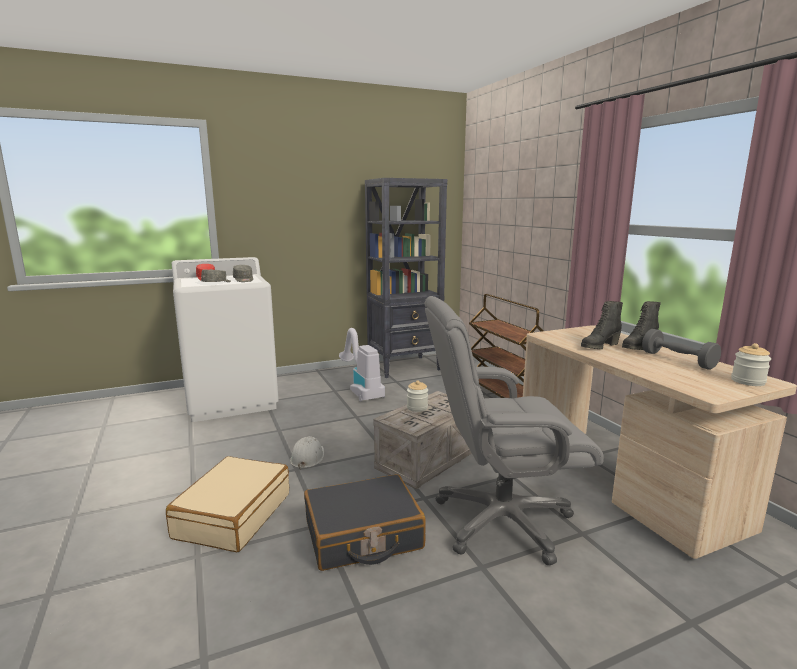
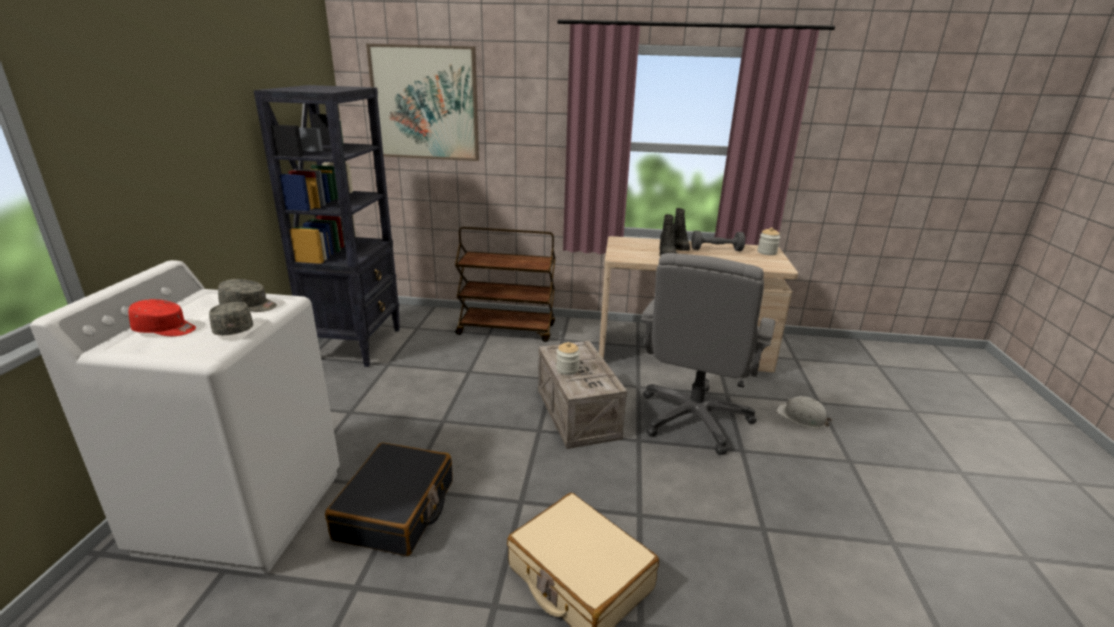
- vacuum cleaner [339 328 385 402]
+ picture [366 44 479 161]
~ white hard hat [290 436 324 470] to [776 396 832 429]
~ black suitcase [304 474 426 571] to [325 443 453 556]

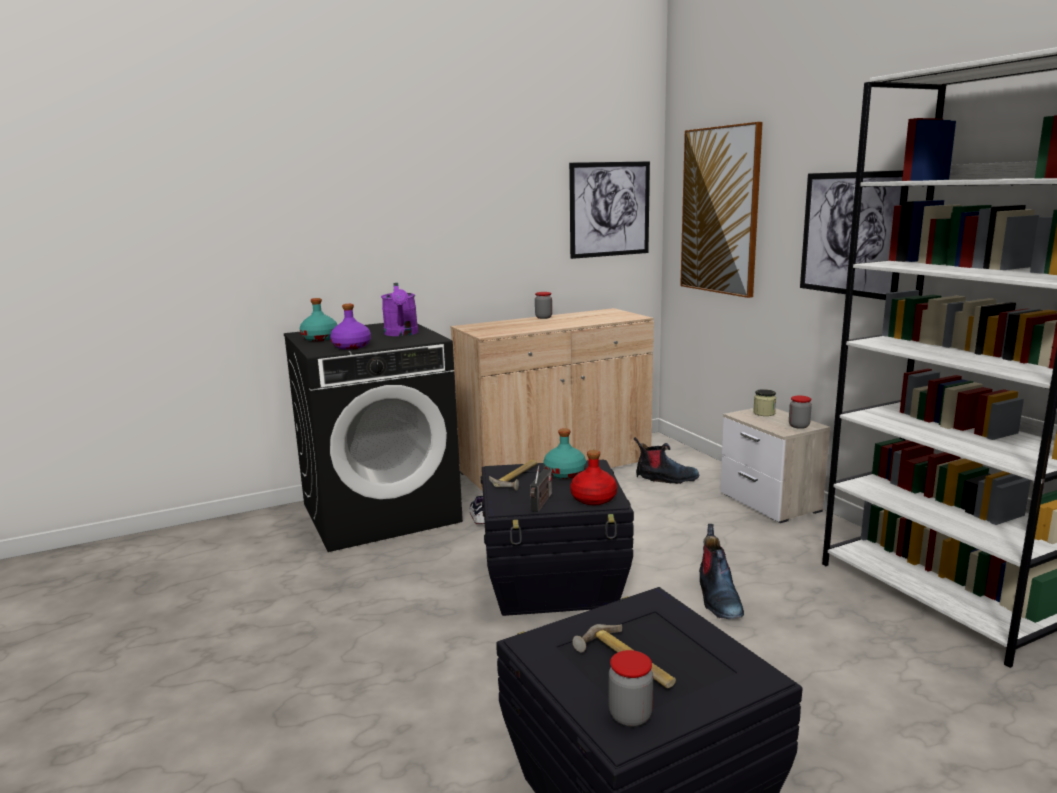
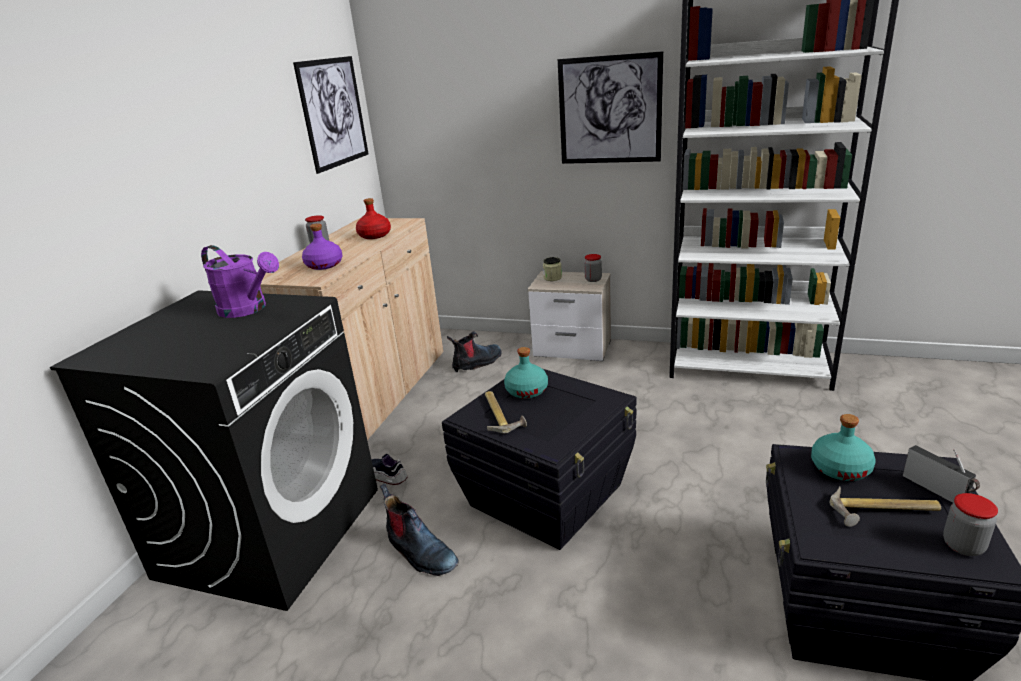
- picture [680 122 763 298]
~ turquoise bottle [300 298 337 341] to [811 414 876 481]
~ purple bottle [330 304 371 349] to [302 223 343 270]
~ radio [530 465 552 512] to [903 445 980 503]
~ red bottle [570 450 617 505] to [356 198 391 239]
~ boot [699 524 744 619] to [380 484 459 576]

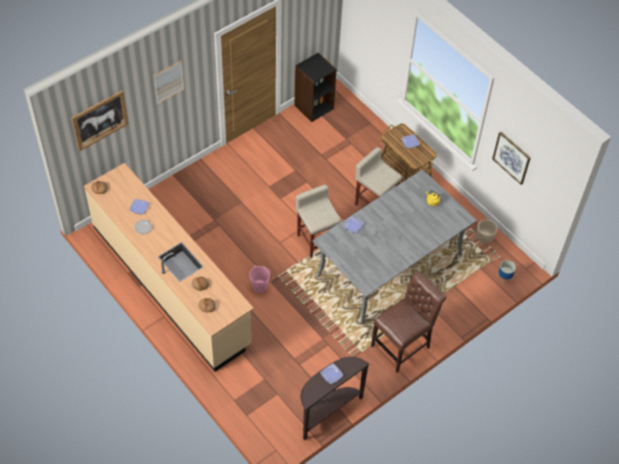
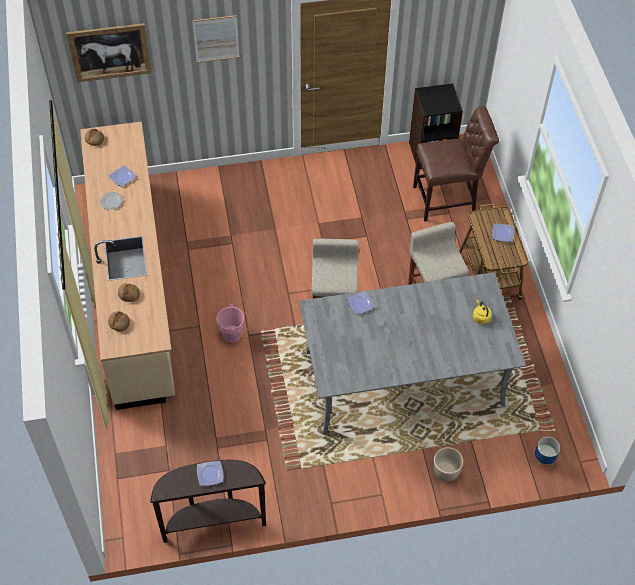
- picture [492 131 531 185]
~ brown chair [371 271 446 373] to [413 106 499 222]
~ beige planter [476 220 497 243] to [433 447 463 482]

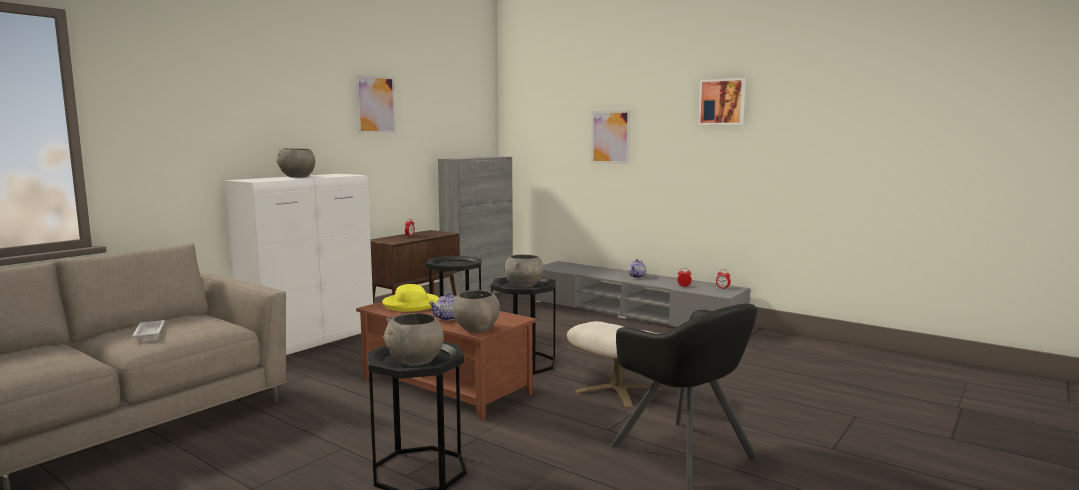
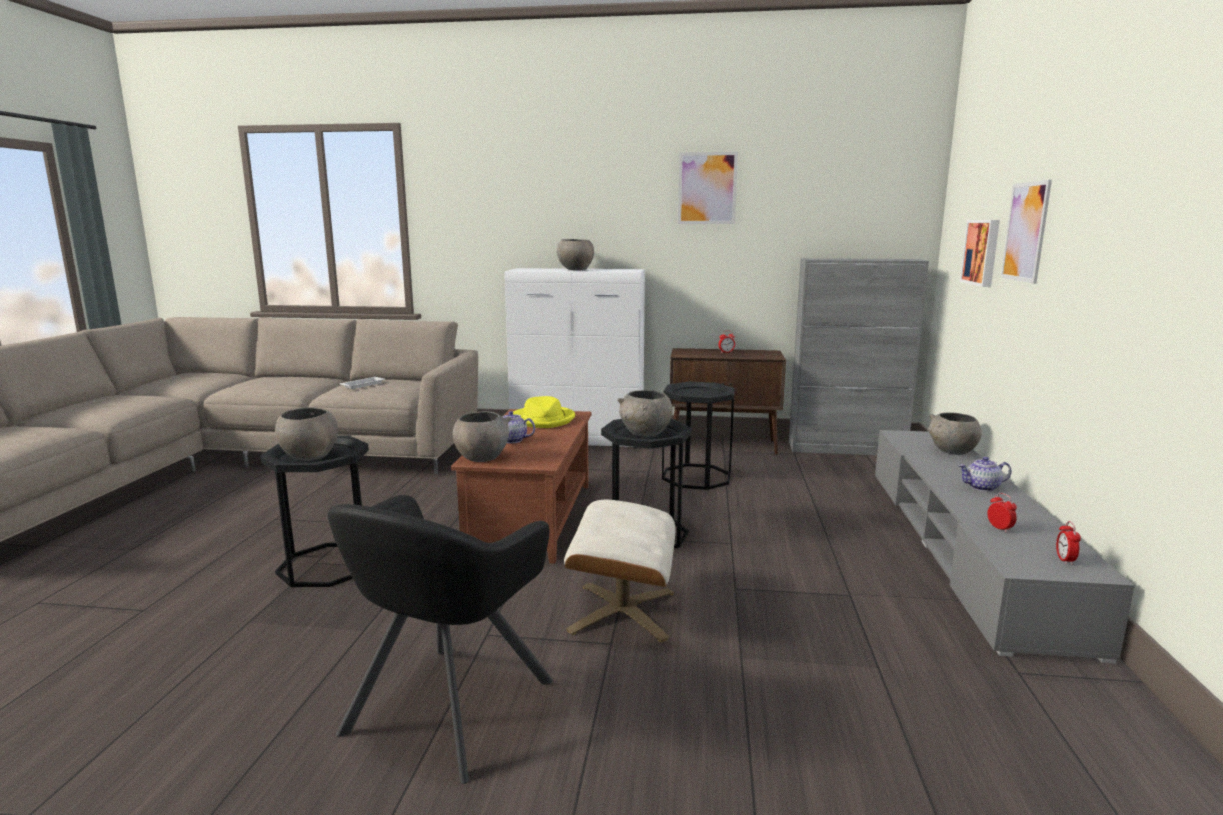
+ grey bowl [927 412 982 455]
~ picture [698 78 746 125] to [960 220 1000 287]

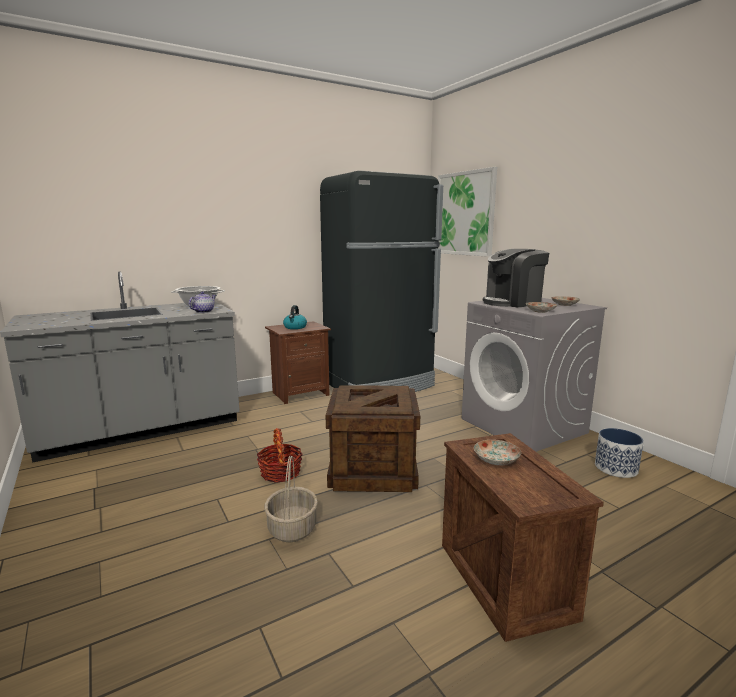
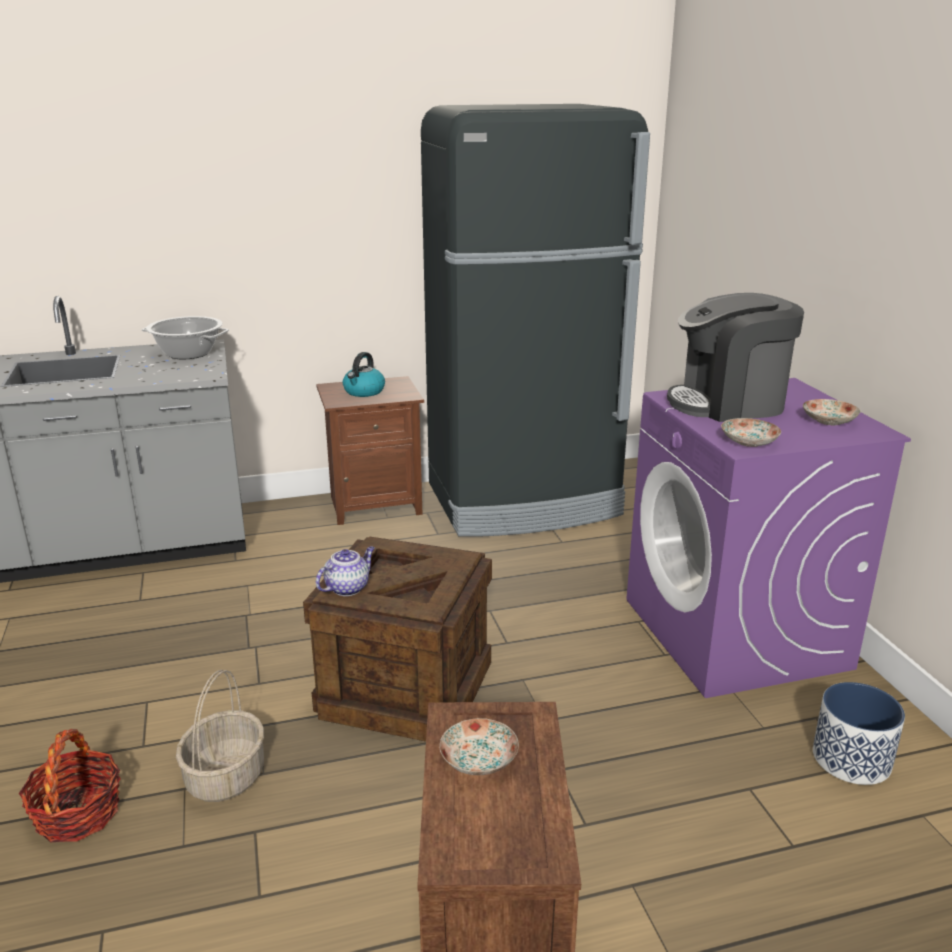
- picture [438 167 497 257]
~ teapot [189 291 215 313] to [316 546 374 596]
~ basket [257 428 303 483] to [19 729 121 842]
~ grey washing machine [462 298 607 452] to purple washing machine [626 378 911 698]

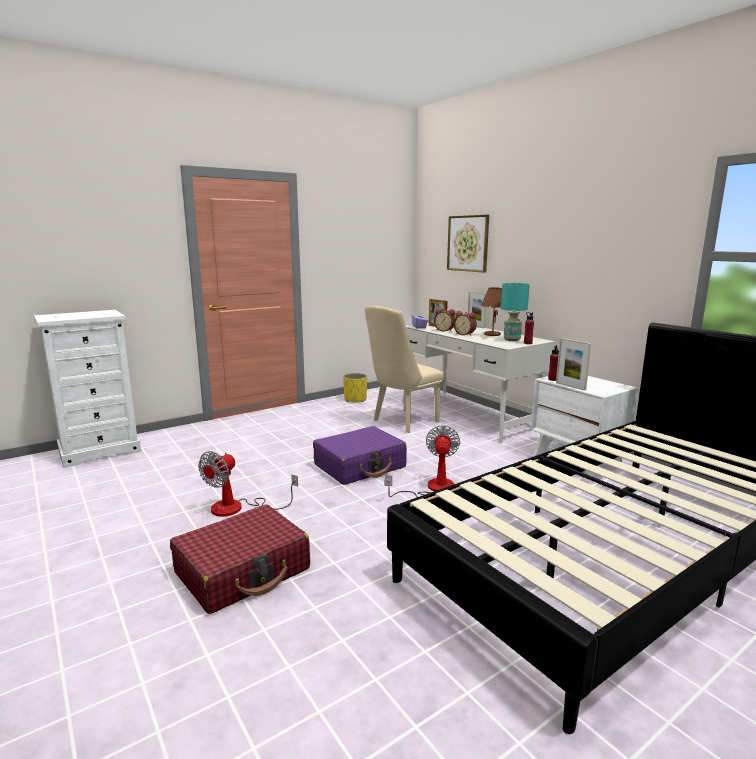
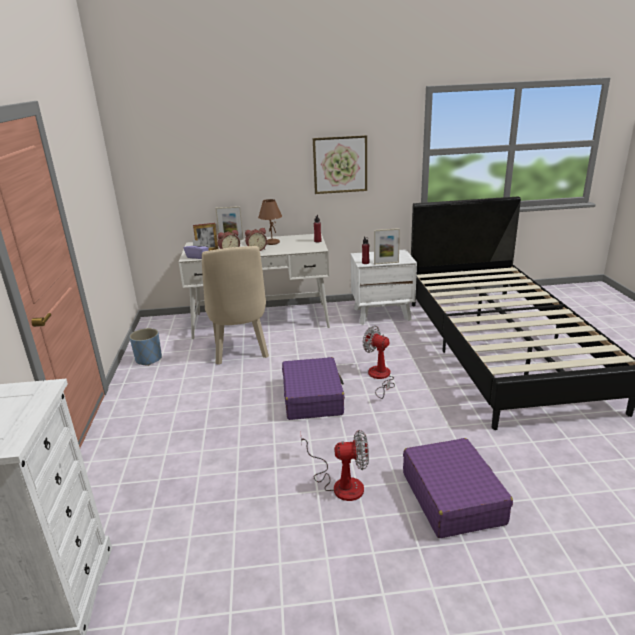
- turquoise table lamp [501 283 530 341]
~ picture [447 215 489 273] to [313 135 367 194]
~ red suitcase [170 505 310 614] to purple suitcase [403 438 513 538]
~ yellow planter [343 373 367 402] to blue planter [129 328 162 366]
~ fan [198 451 298 517] = [301 430 369 501] 60 degrees counterclockwise

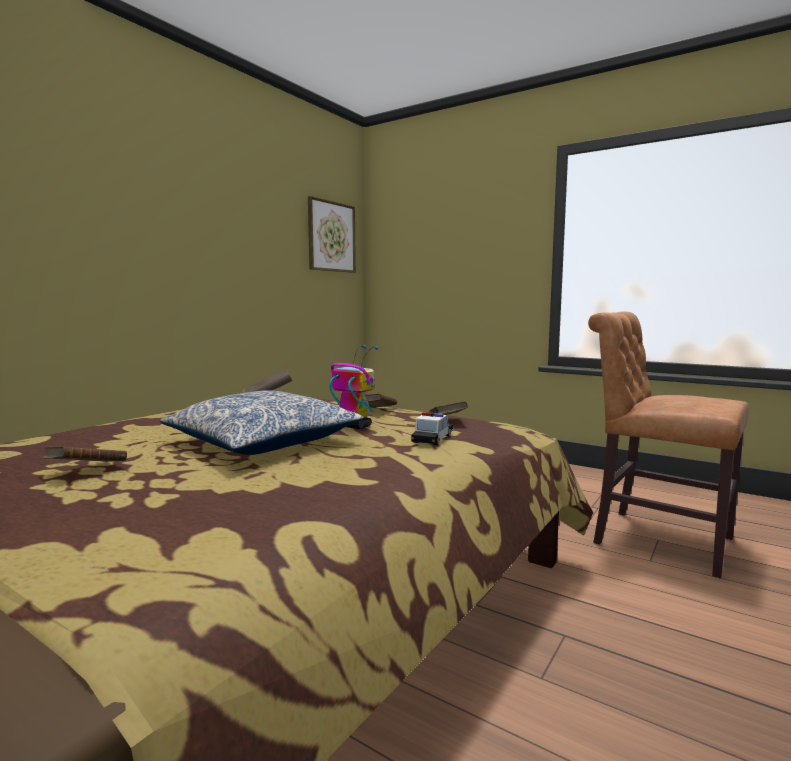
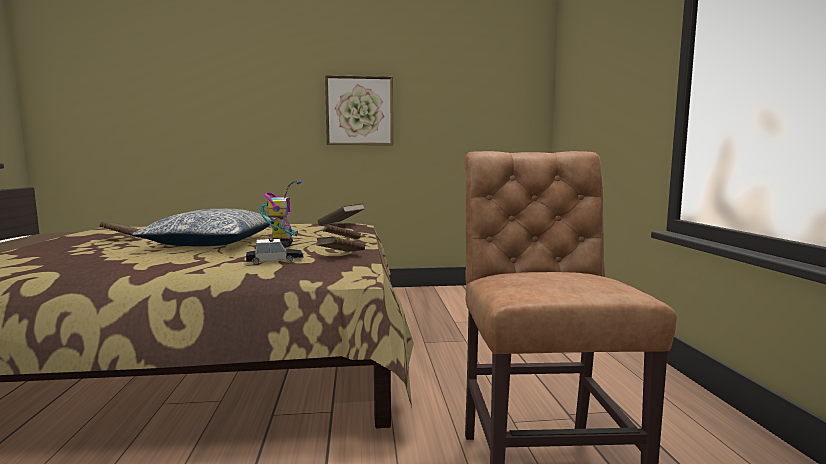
~ picture [308 196 356 273] to [325 75 393 145]

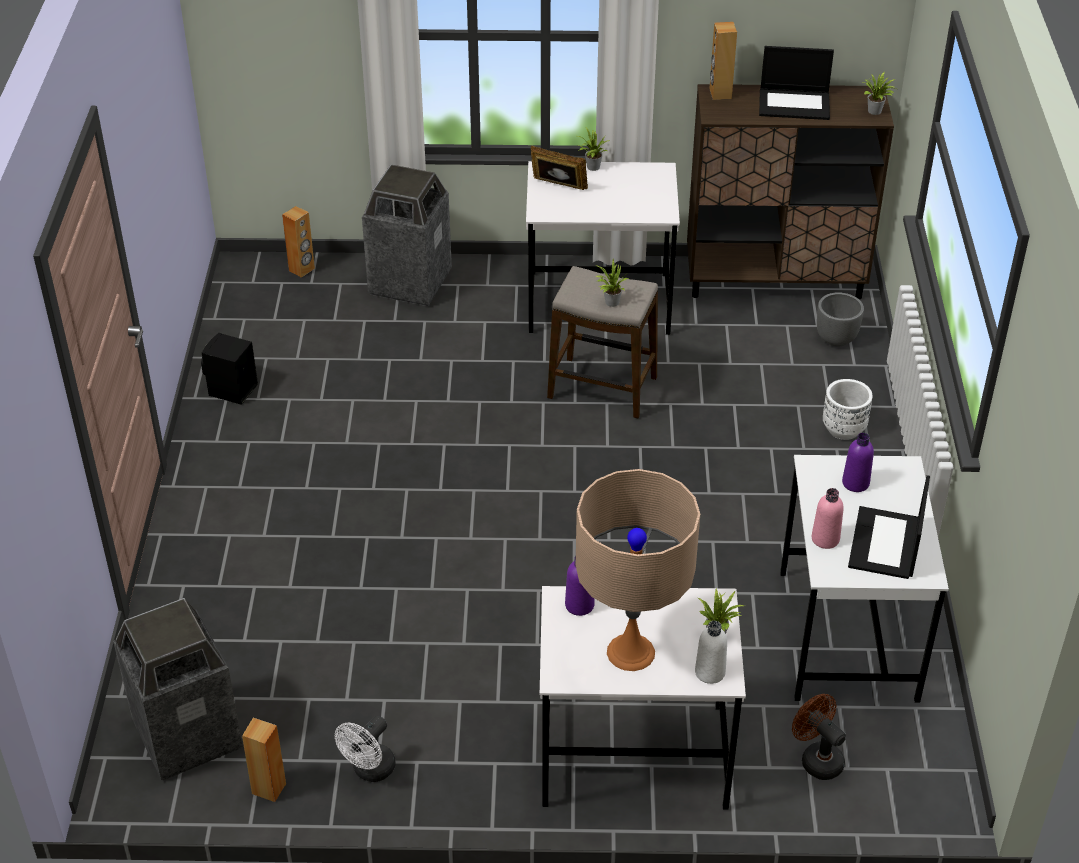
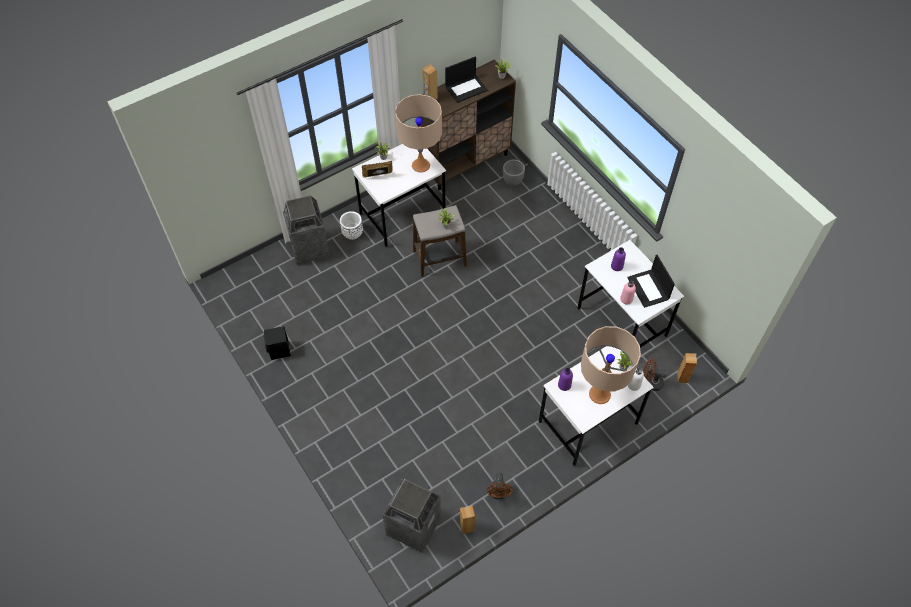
+ beige table lamp [395 94 442 173]
~ brown speaker [282 206 315 278] to [677 353 697 383]
~ white planter [823 379 873 440] to [340 211 363 240]
~ white fan [335 716 396 782] to brown fan [487 472 513 499]

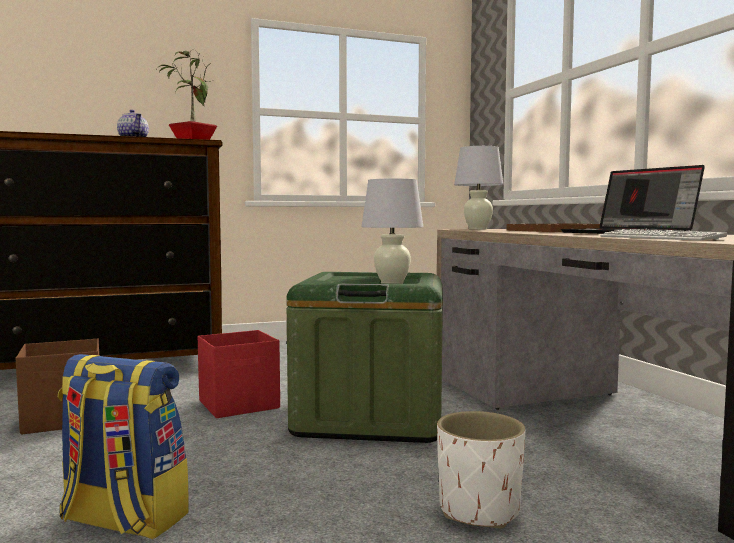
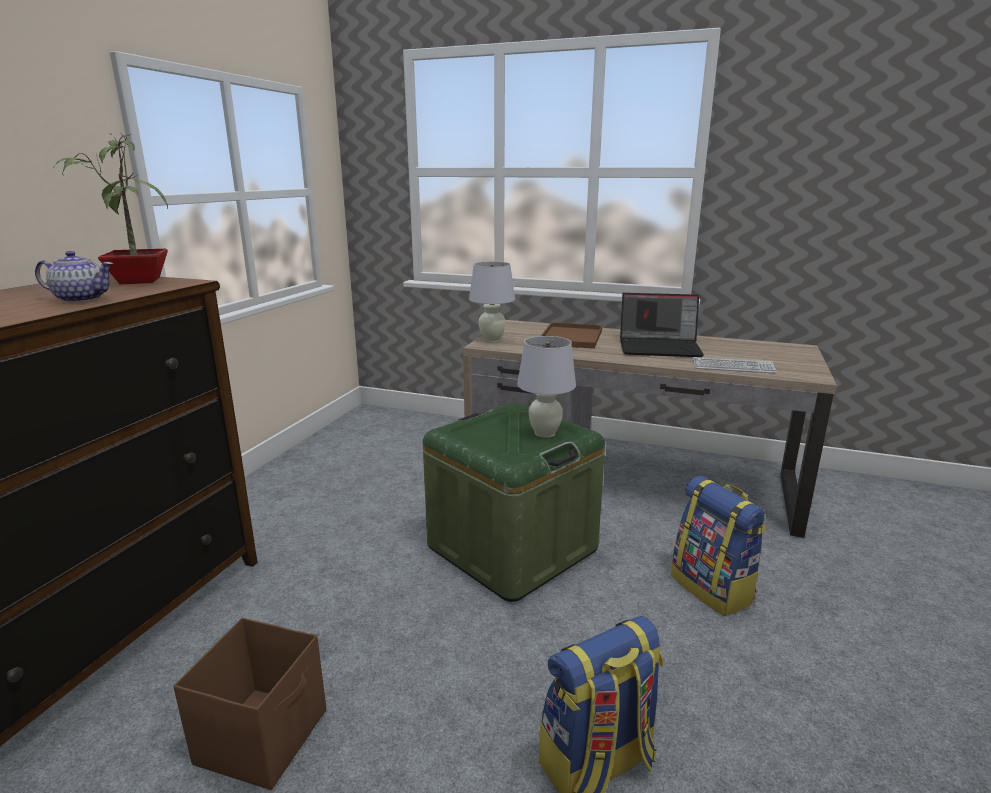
- red storage box [198 330 280 418]
~ white planter [437 411 525 528] to backpack [671 476 766 616]

